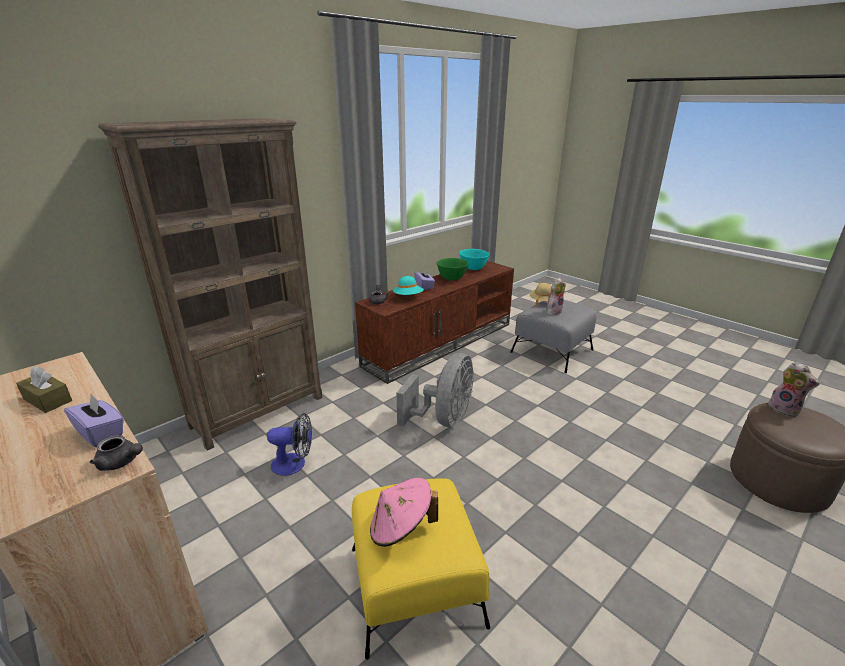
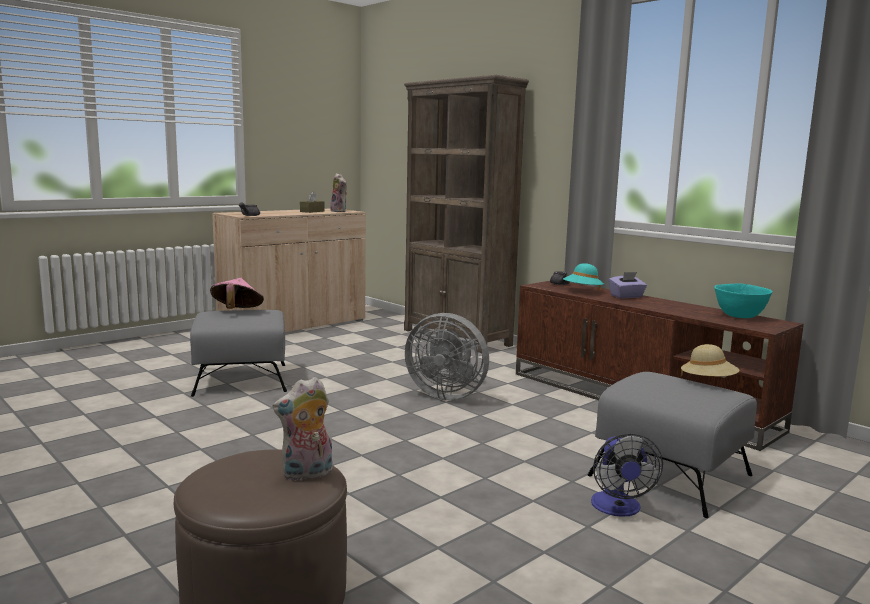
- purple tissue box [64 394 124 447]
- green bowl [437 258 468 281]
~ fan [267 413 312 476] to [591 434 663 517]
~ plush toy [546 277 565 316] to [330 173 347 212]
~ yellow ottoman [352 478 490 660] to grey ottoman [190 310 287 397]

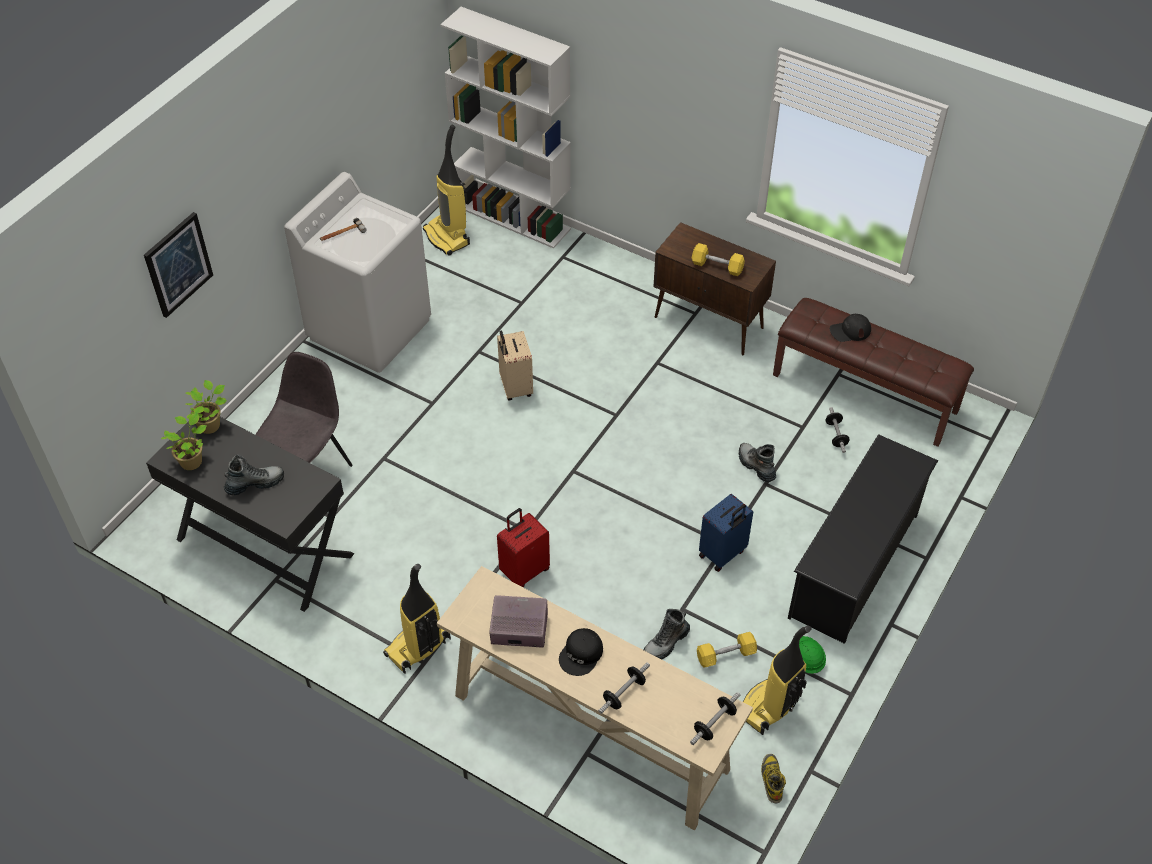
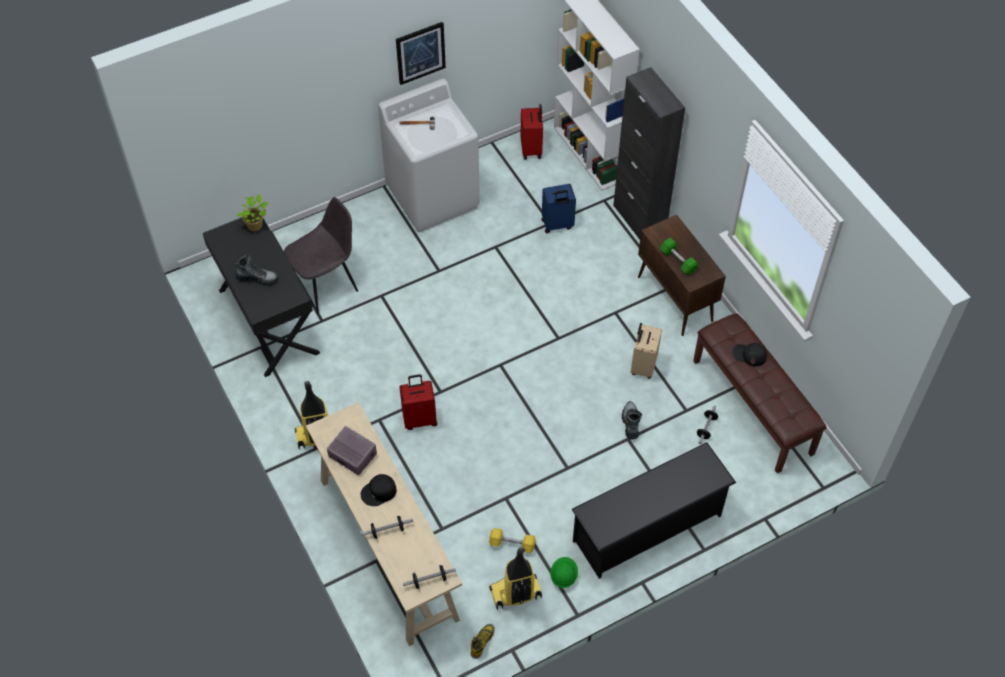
- potted plant [161 413 207 470]
- boot [643 609 690 660]
+ black cabinet [613 67 685 239]
~ picture [144 212 213 318] to [396 22 446 85]
~ beige suitcase [497 331 533 400] to [631 323 662 379]
~ blue suitcase [699 494 753 572] to [541 184 576 233]
~ vacuum cleaner [423 125 470 256] to red suitcase [521 104 543 160]
~ yellow dumbbell [692 243 745 276] to green dumbbell [660 238 699 276]

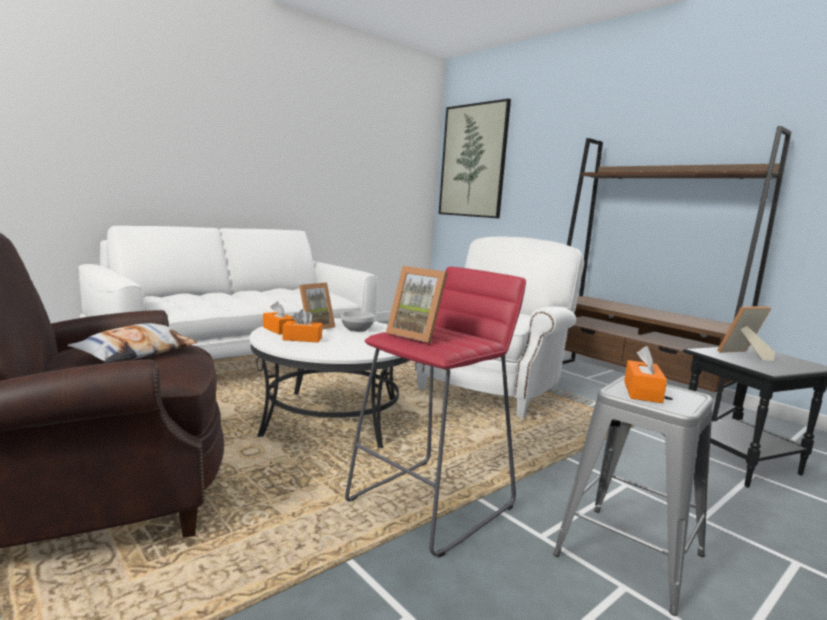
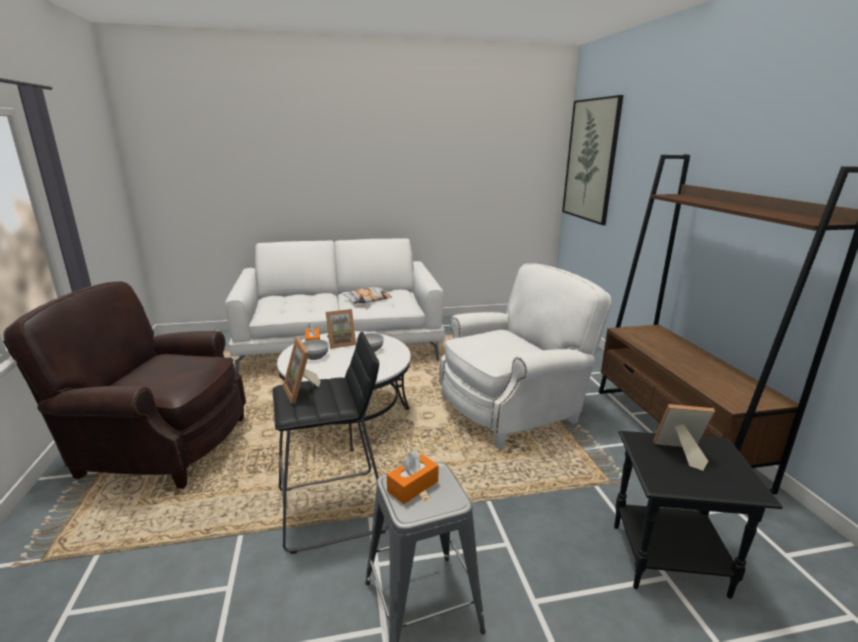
~ pillow [67 323 197 363] to [343 287 392 304]
~ orange tissue box [282 309 322 342] to bowl [303 339 329 360]
~ red stool [345 267 526 558] to black stool [273 332 388 554]

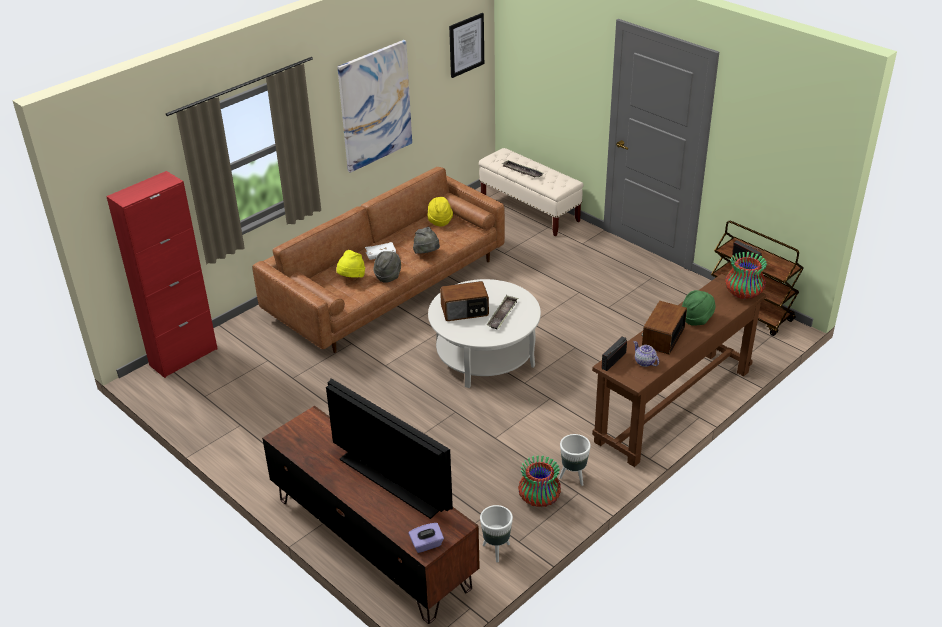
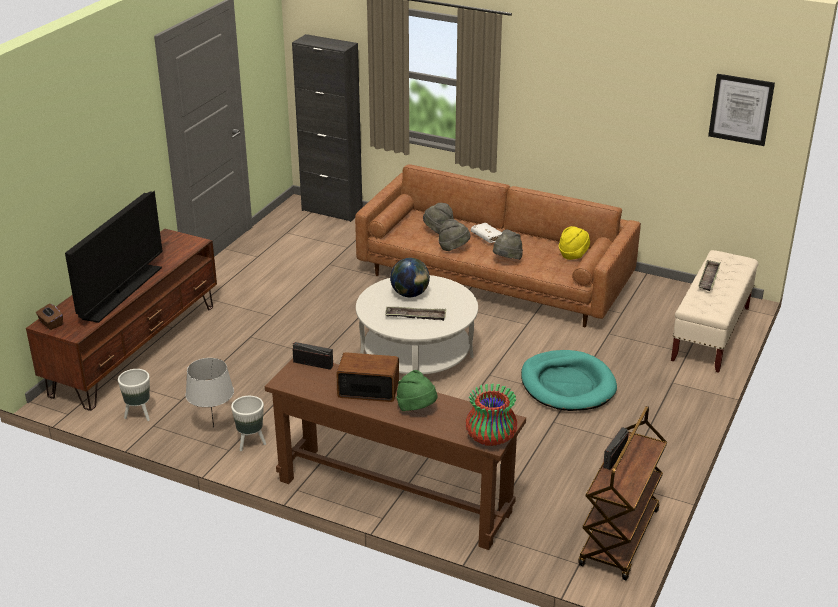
- picture [337 40 412 173]
- teapot [634 341 659 367]
+ turquoise dog bed [521 350 617 411]
~ radio [440 281 489 321] to globe [390 258 430 297]
~ vase [518 455 561 507] to grey table lamp [185 358 234 428]
~ red cabinet [106 171 218 378] to black cabinet [292 34 363 222]
~ yellow hat [336 250 365 277] to grey hat [423 203 454 234]
~ purple tissue box [409 523 444 553] to brown tissue box [36 304 63 330]

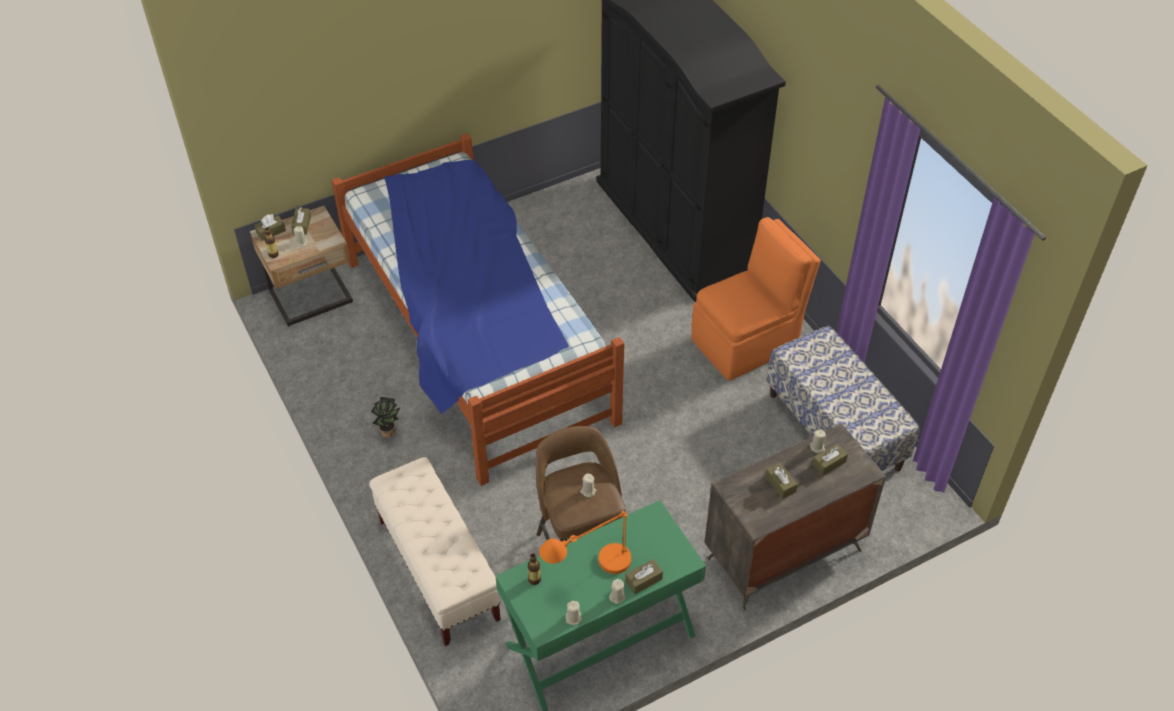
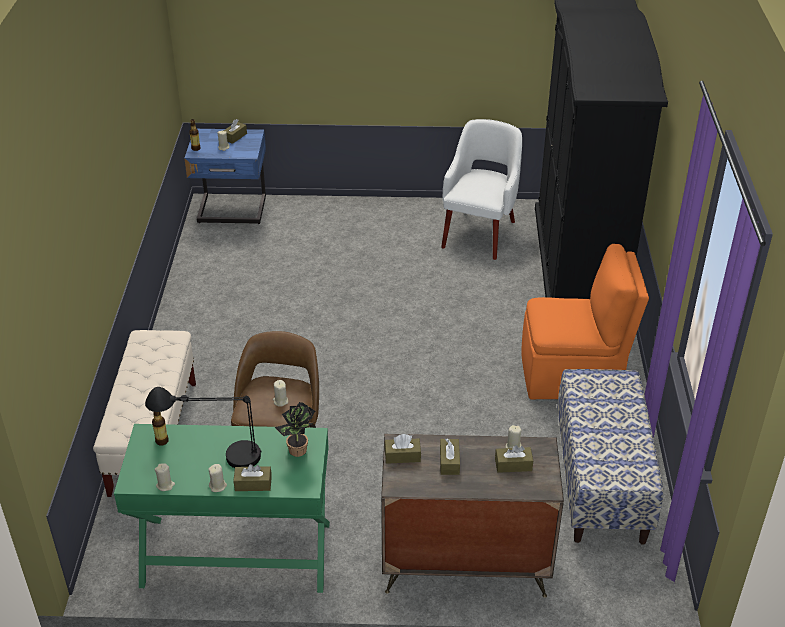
- bed [331 133 624 486]
+ white armchair [441 119 522 260]
~ brown tissue box [254 214 286 241] to [385 434 421 464]
~ potted plant [371 397 400 438] to [275 402 315 457]
~ beige nightstand [250 206 353 326] to blue nightstand [184 129 266 224]
~ orange table lamp [539 511 631 574] to black table lamp [145 387 261 468]

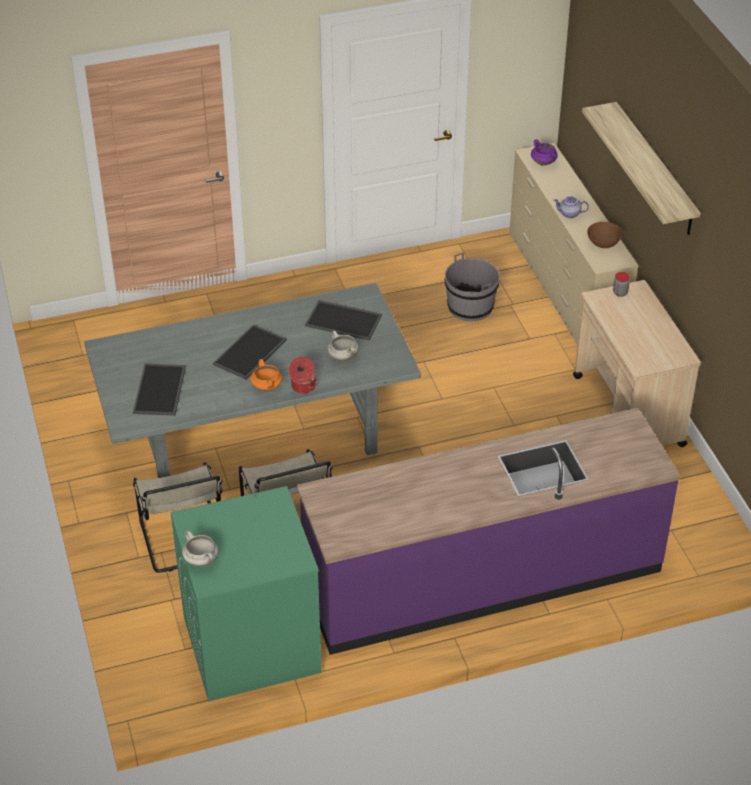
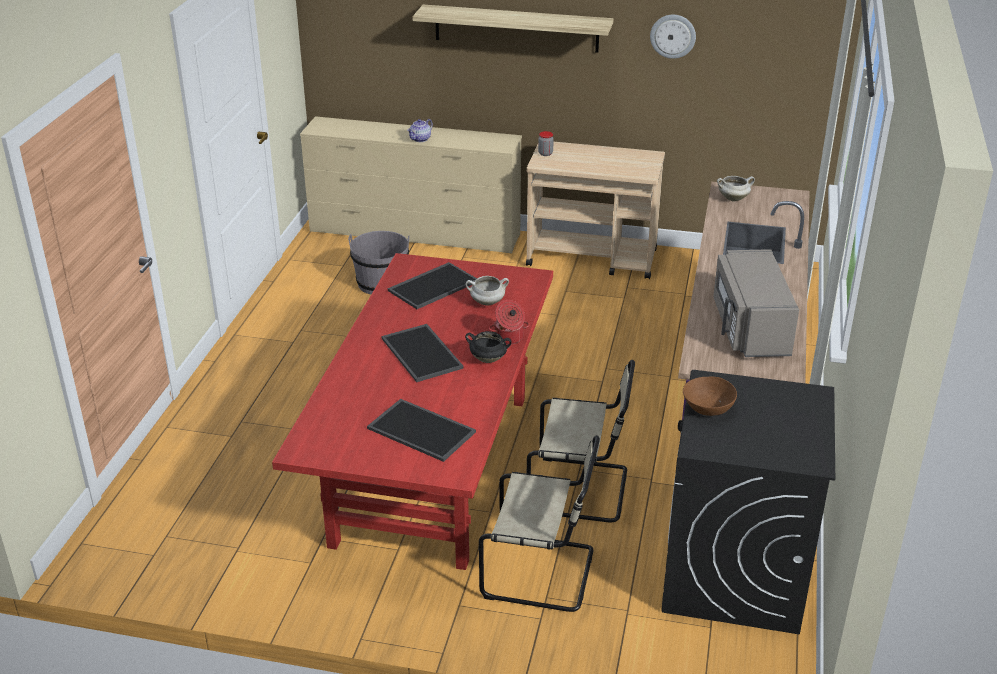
- purple cooking pot [531 139 558 166]
+ wall clock [650 15 696 59]
+ grey microwave [713 249 799 357]
~ white cooking pot [182 531 218 567] to [717 176 755 201]
~ brown bowl [587 222 623 248] to [683 376 737 416]
~ grey dining table [84 283 421 478] to red dining table [272 253 553 570]
~ green washing machine [171 486 322 701] to black washing machine [661 370 835 635]
~ orange cooking pot [250 359 282 391] to black cooking pot [465 331 512 363]

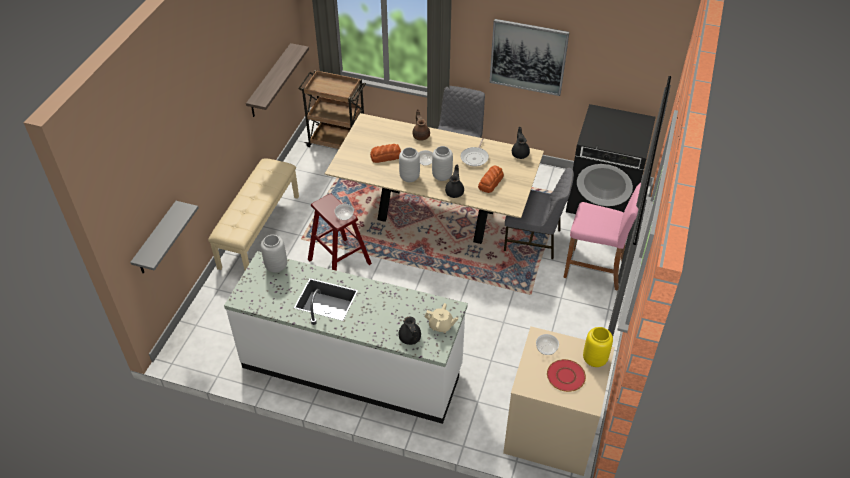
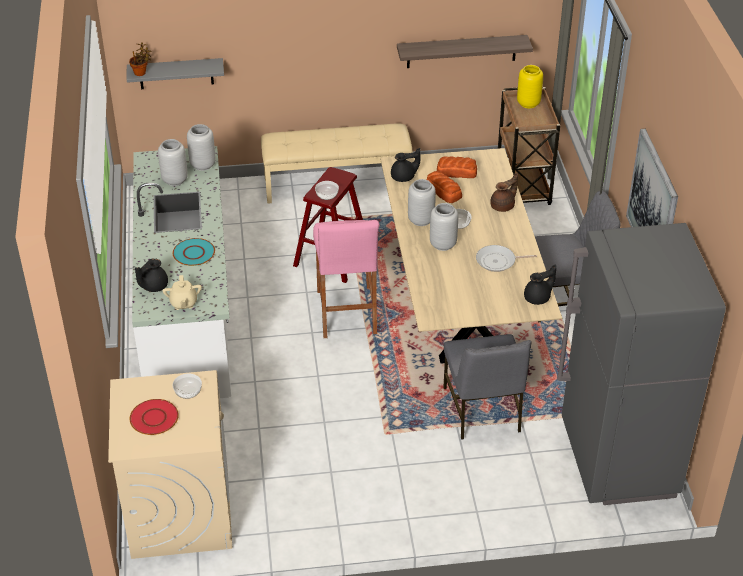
+ potted plant [129 42 152 76]
+ grey vase [158 139 188 186]
+ turquoise plate [173 238 215 266]
~ black teapot [445 164 464 198] to [391 148 421 182]
~ bread [478 165 504 193] to [437 156 477 178]
~ pink stool [563 183 641 291] to [313 220 379 338]
~ yellow vase [583 327 613 367] to [517 65 543 108]
~ black washing machine [566 104 656 214] to grey fridge [557 223 726 505]

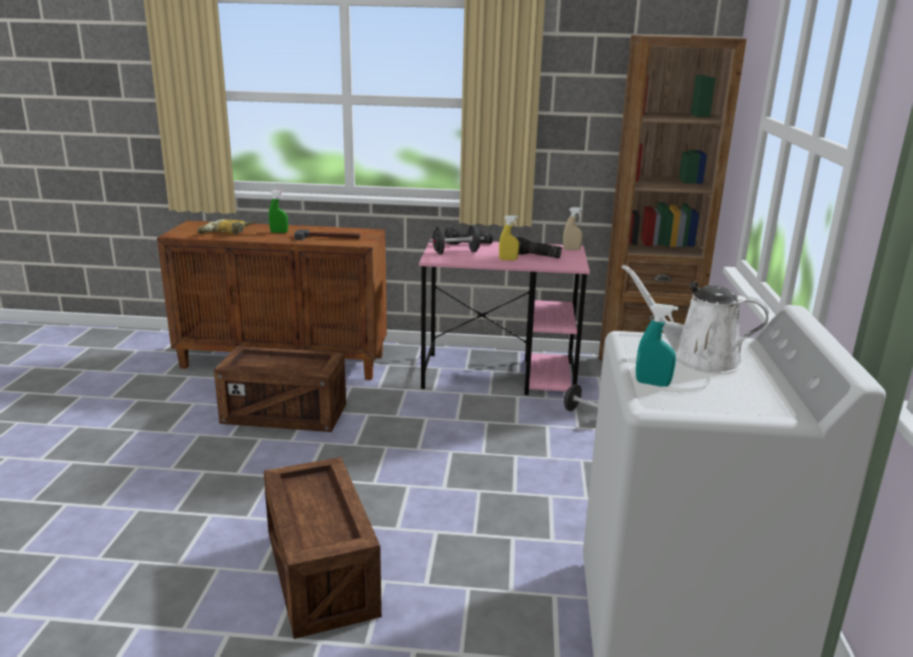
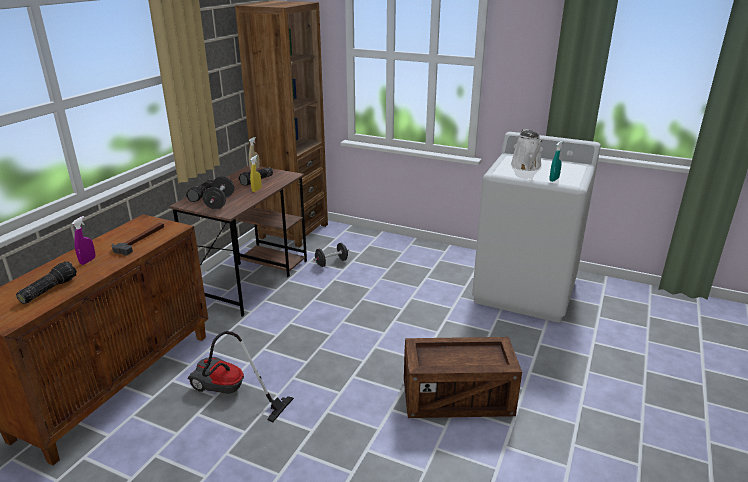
~ power drill [197 219 256 234] to flashlight [16 261 77 304]
~ crate [214 346 346 432] to vacuum cleaner [188 331 294 423]
~ green spray bottle [269 190 288 233] to purple spray bottle [72 216 95 265]
~ pink desk [419 239 590 395] to brown desk [169 165 307 317]
~ white watering can [621 264 769 373] = [510 129 543 171] 45 degrees counterclockwise

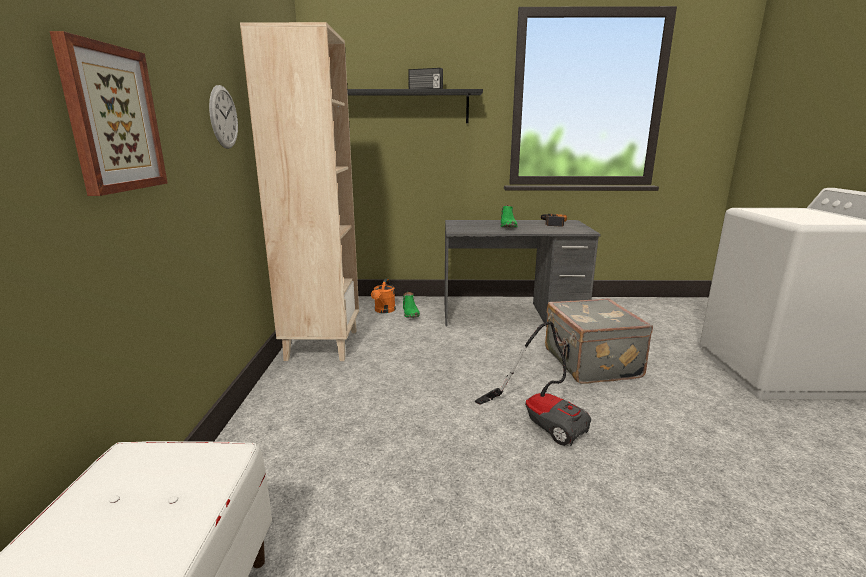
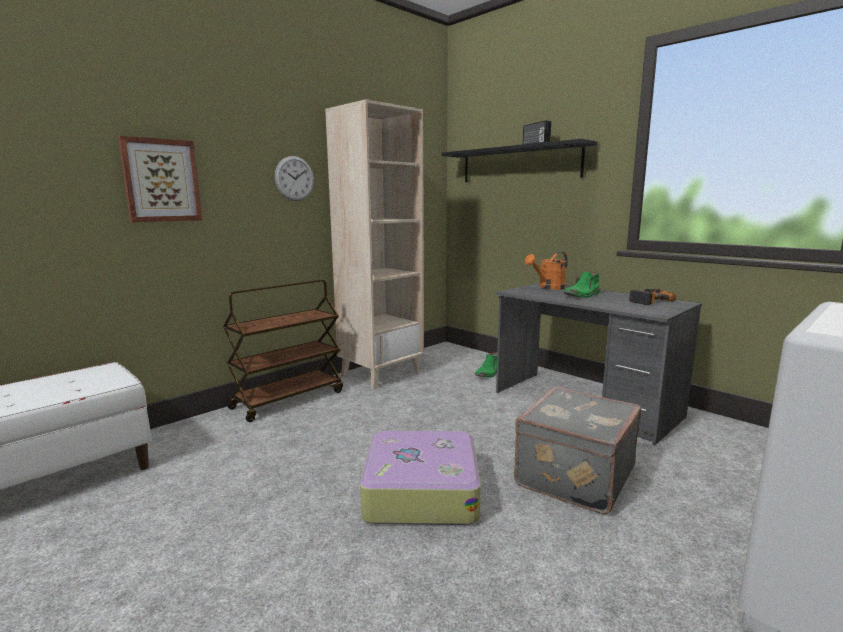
+ brown cart [223 280 343 422]
~ orange watering can [371 279 396 313] to [525 252 568 290]
~ vacuum cleaner [475 322 591 446] to suitcase [360 431 481 525]

